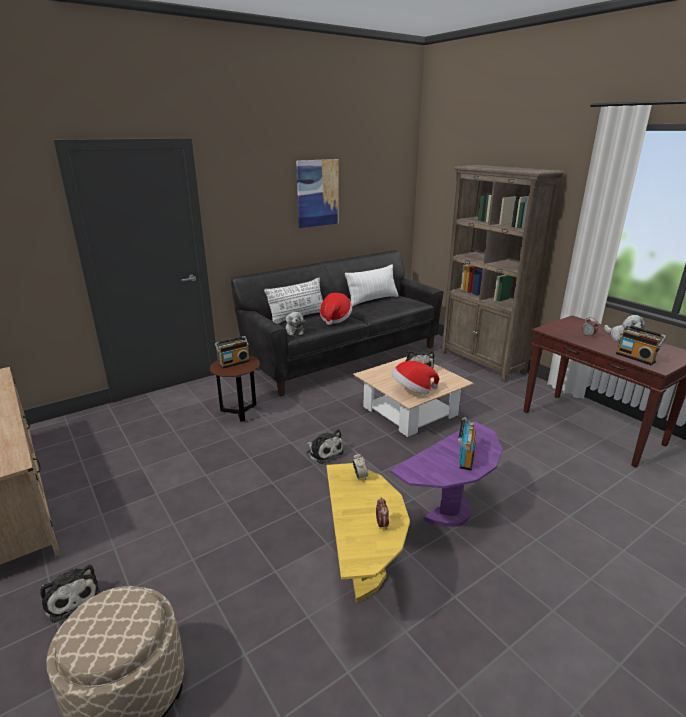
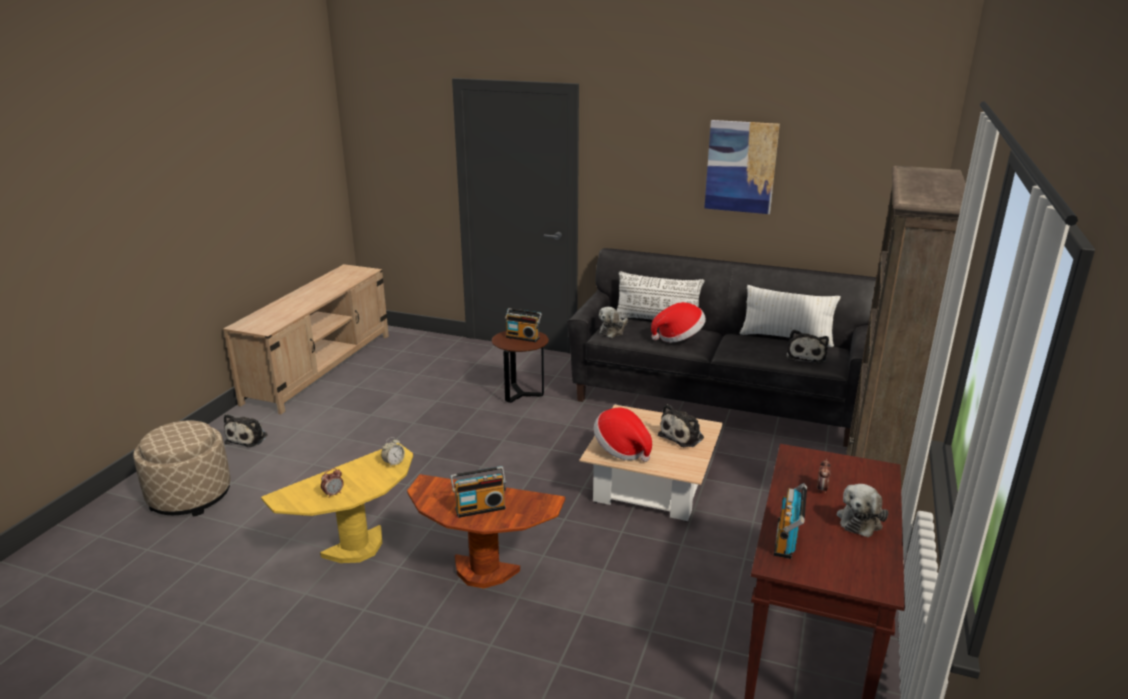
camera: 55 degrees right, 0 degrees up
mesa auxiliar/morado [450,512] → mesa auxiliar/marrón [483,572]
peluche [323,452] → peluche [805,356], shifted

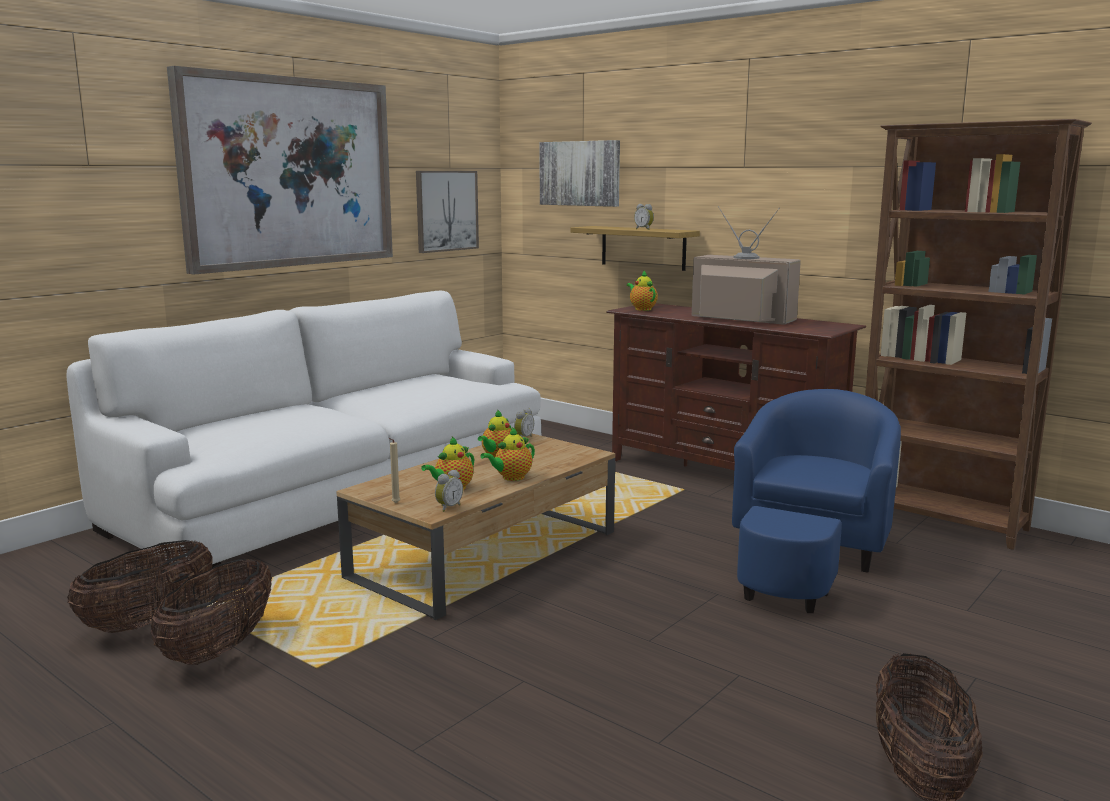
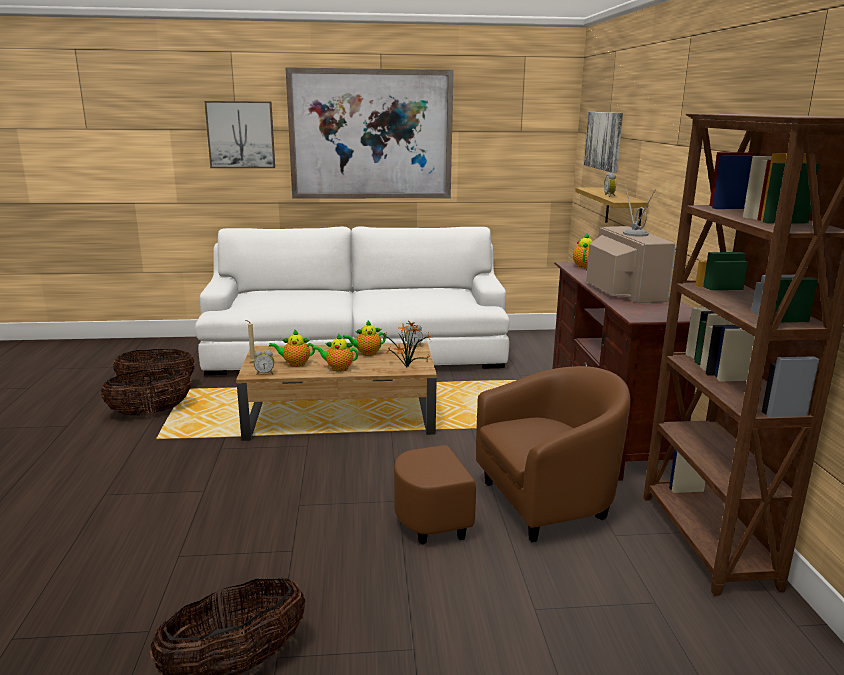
camera: 45 degrees right, 5 degrees up
cuadro [446,211] → cuadro [241,135], shifted
sillón/azul [808,554] → sillón/marrón [520,508]
- → planta en maceta [405,367]

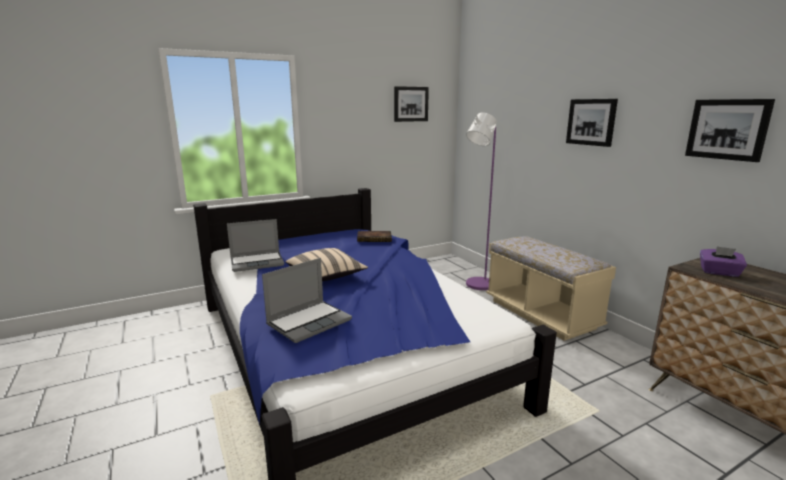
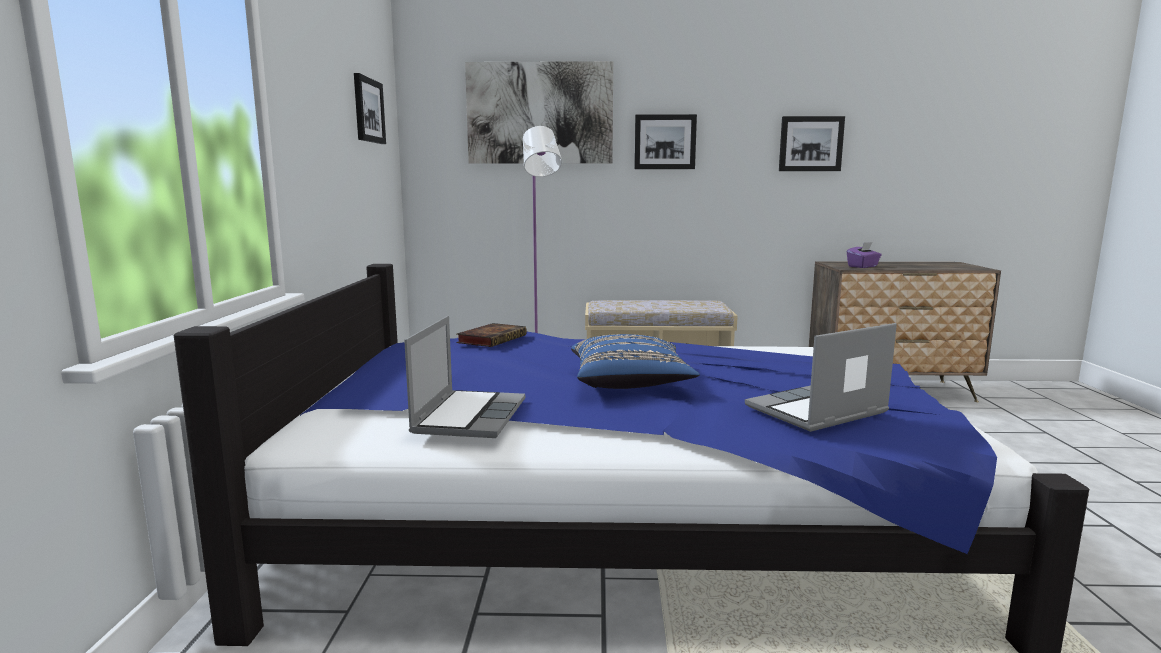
camera: 60 degrees left, 5 degrees down
cojín/beis [326,277] → cojín/azul [630,383]
portátil [309,322] → portátil [816,411], 105 degrees counterclockwise
- → cuadro [539,113]

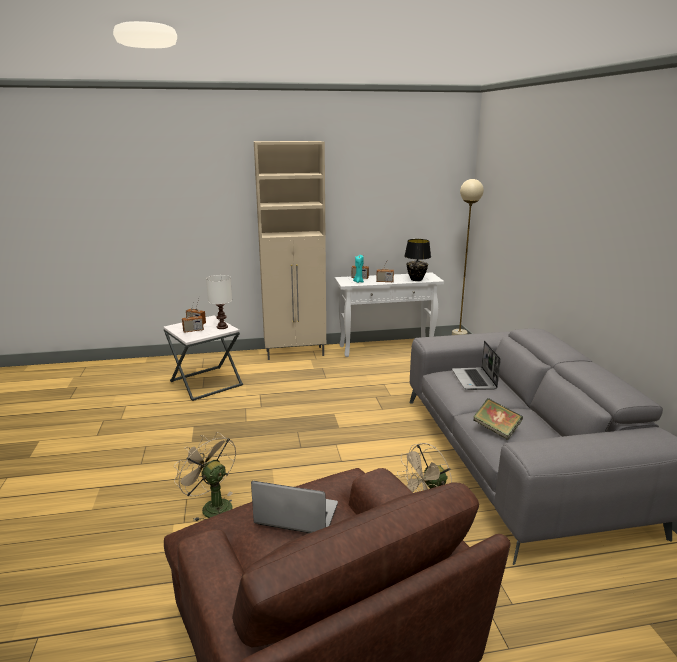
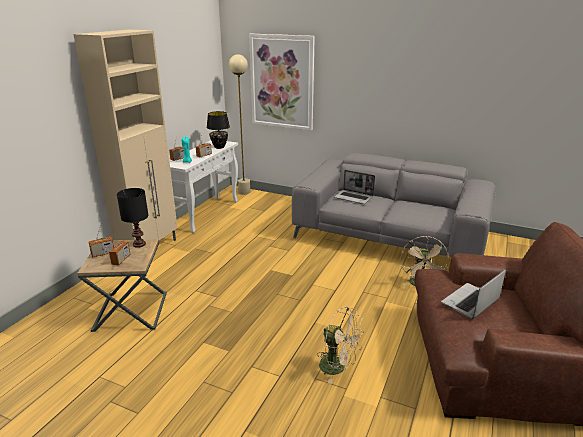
camera: 55 degrees left, 5 degrees up
lámpara de mesa/blanco [222,327] → lámpara de mesa/negro [139,244]
mesa auxiliar/blanco [206,383] → mesa auxiliar/marrón [131,311]
libro [496,430] → -
ventilador/beis [211,507] → ventilador/beis [338,367], 135 degrees counterclockwise
- → cuadro [282,82]

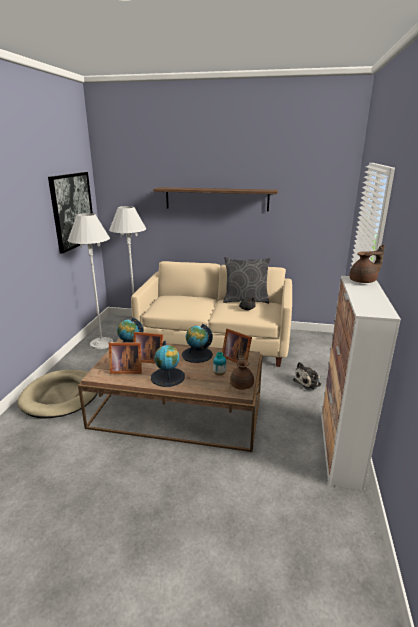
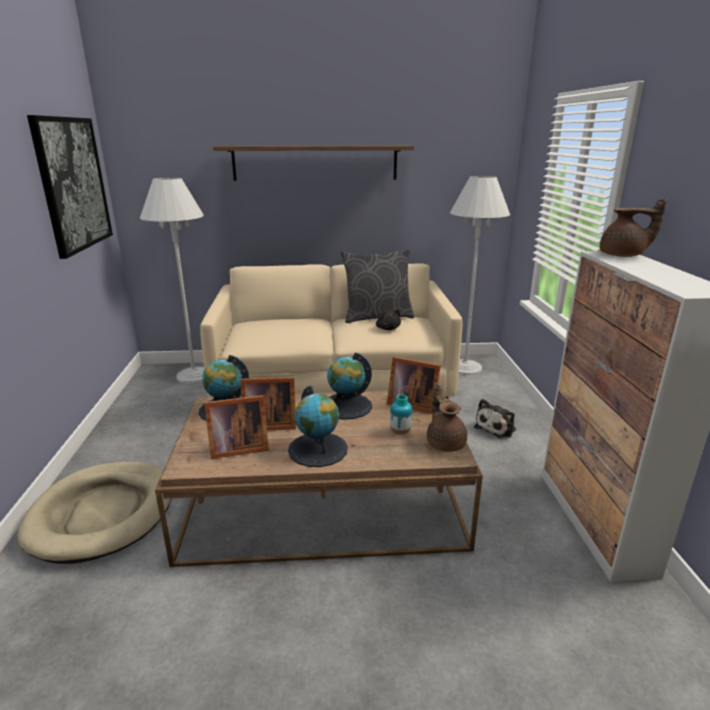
camera: 15 degrees left, 0 degrees up
lámpara de pie/blanco [102,343] → lámpara de pie/blanco [465,368], shifted
tetera/marrón [364,281] → tetera/marrón [623,255], 45 degrees clockwise

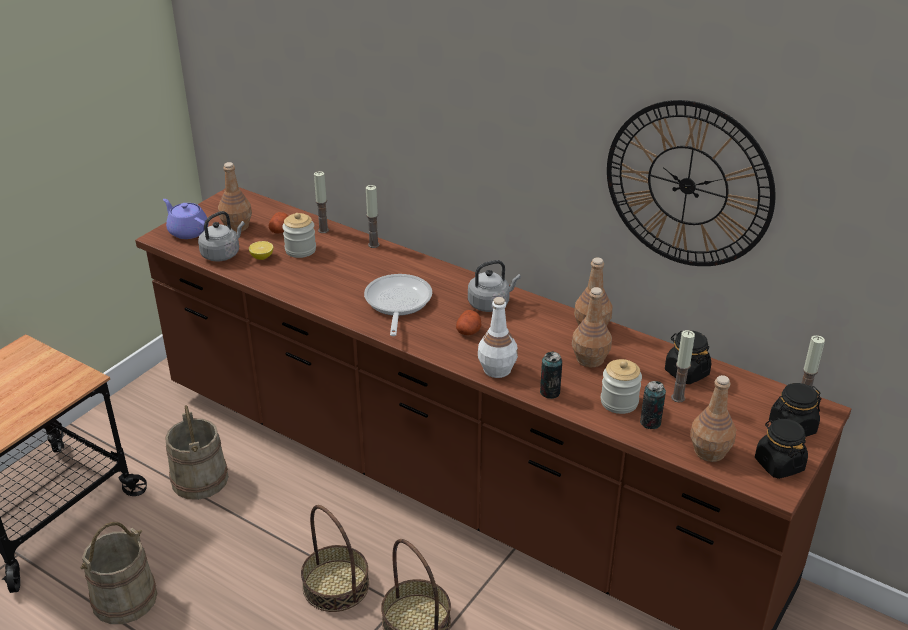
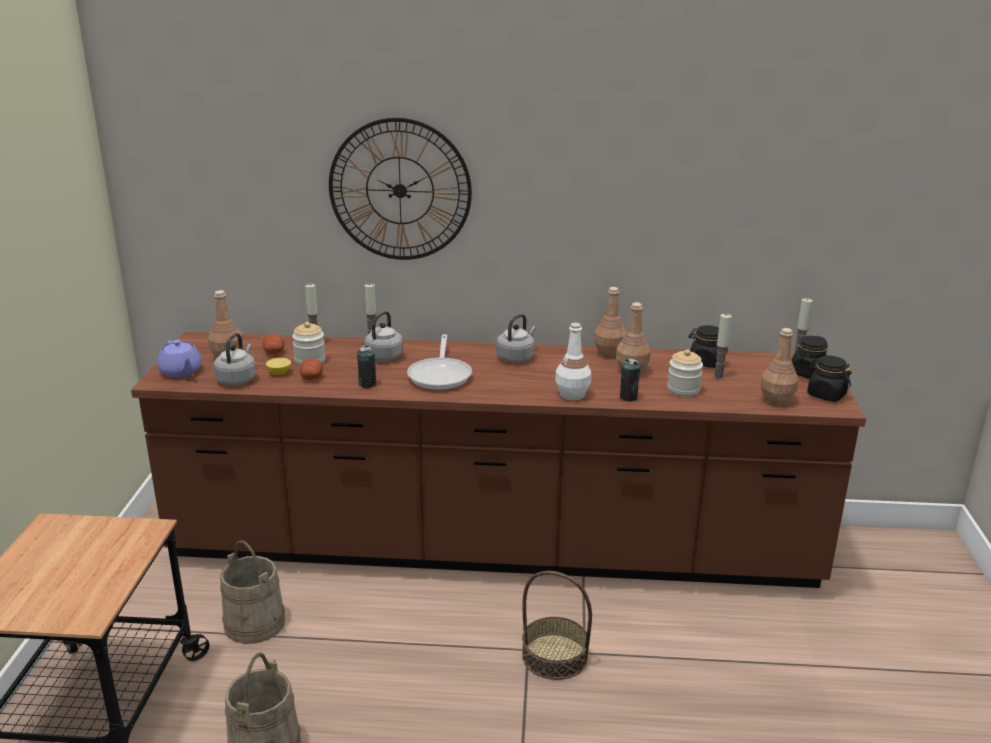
camera: 30 degrees left, 10 degrees down
reloj de pared [687,185] → reloj de pared [400,190], shifted
tetera/morado [188,231] → tetera/morado [181,372], 135 degrees counterclockwise
sartén [397,304] → sartén [441,375], 150 degrees counterclockwise
patata [468,331] → patata [311,377], shifted
lata [650,422] → lata [367,384], shifted
cesta [335,585] → -
- → hervidor/gris [382,358]

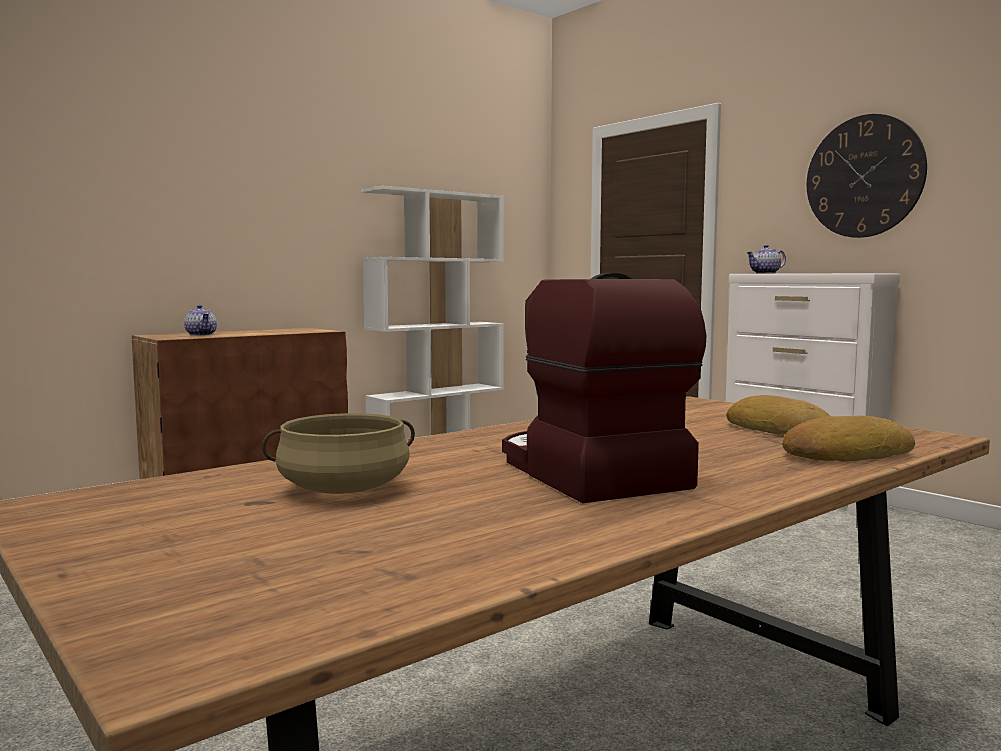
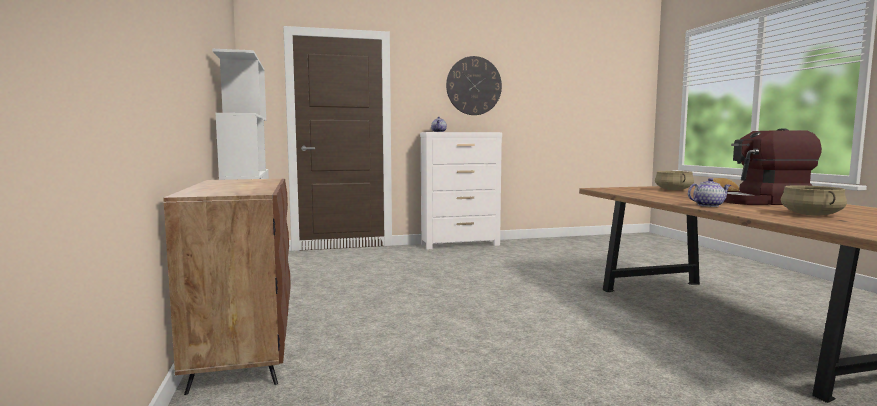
camera: 65 degrees left, 0 degrees up
tetera [201,334] → tetera [708,205], shifted
pan [779,430] → olla/beis [673,190]

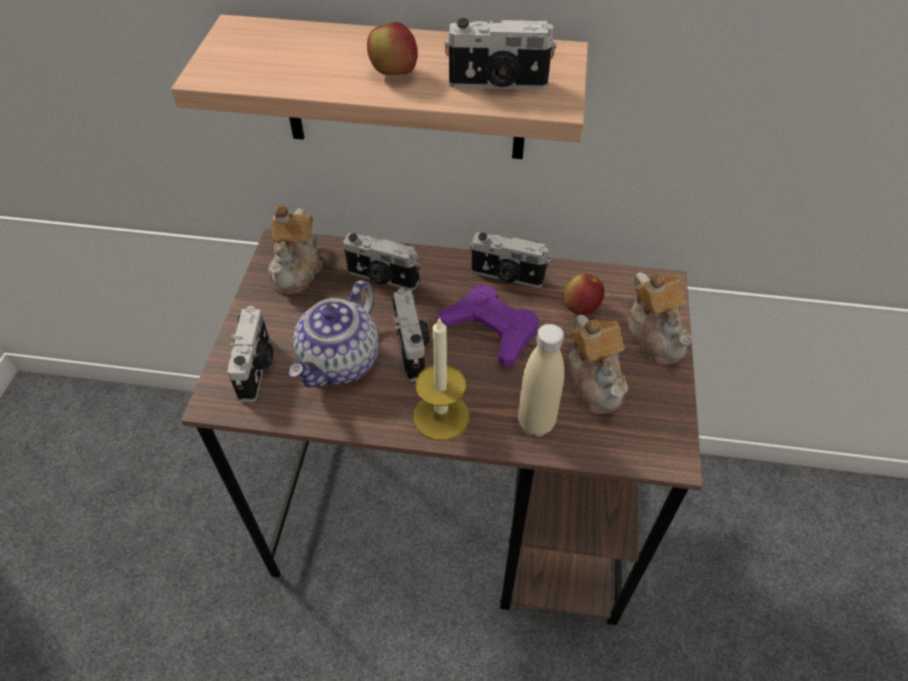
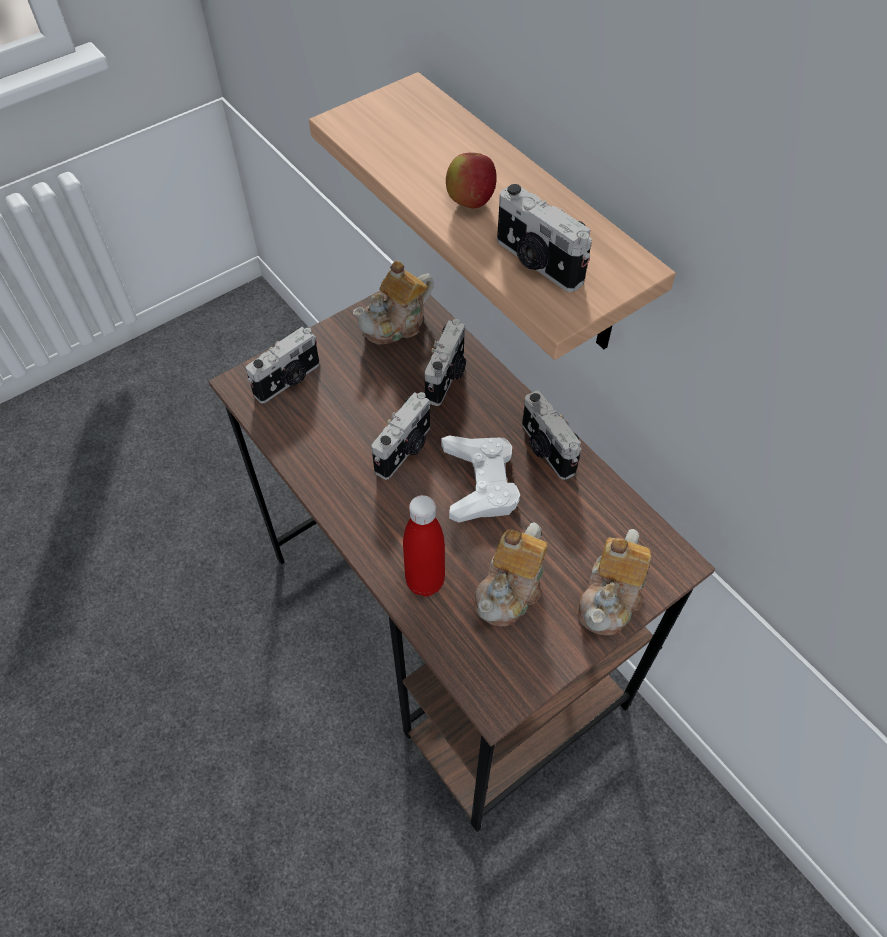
camera: 45 degrees right, 5 degrees up
cámara [382,278] → cámara [447,377], 135 degrees counterclockwise
manzana [581,307] → -
tetera [341,362] → -
mando de consola/morado [491,329] → mando de consola/blanco [480,482]
vela [441,416] → -
botella/beis [536,423] → botella/rojo [425,581]

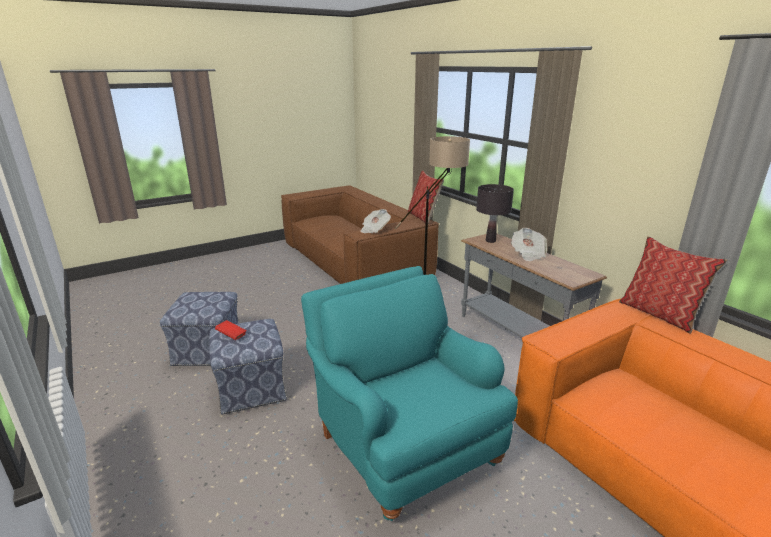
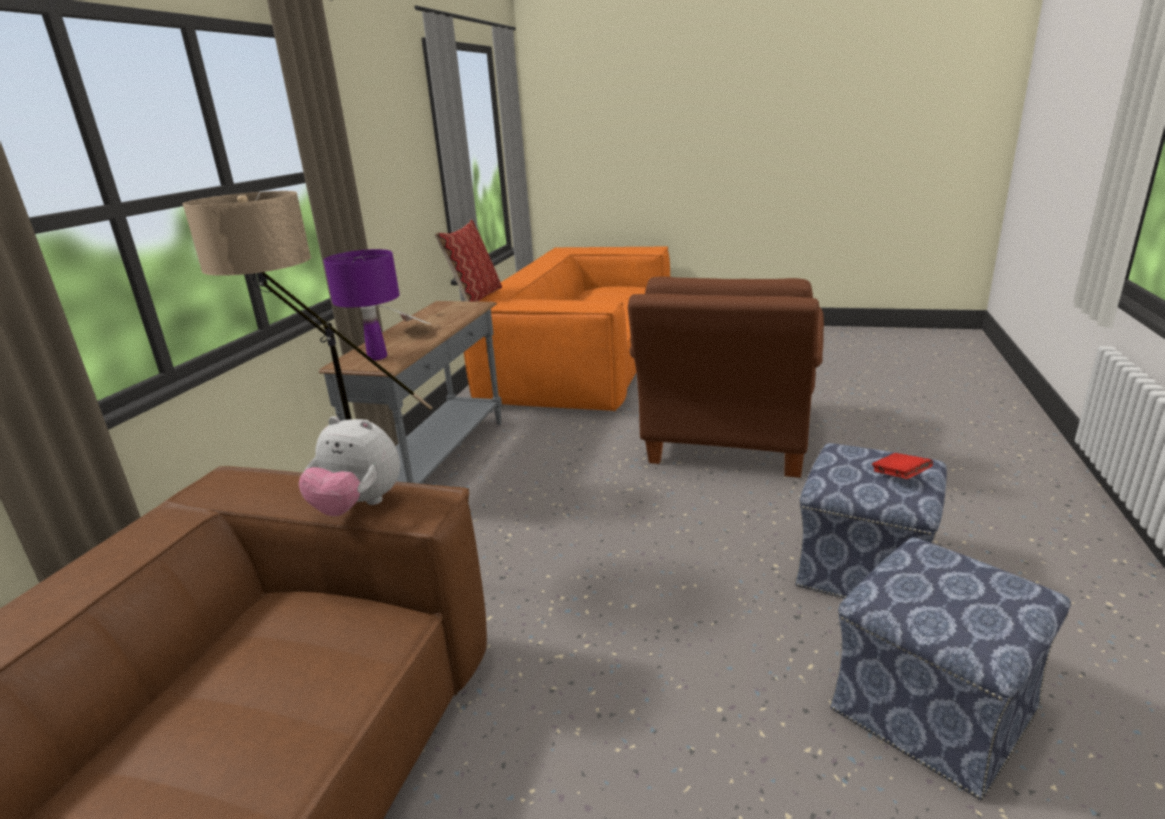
camera: 130 degrees left, 0 degrees up
cojín [423,217] → -
lámpara de mesa/negro [490,241] → lámpara de mesa/morado [377,357]
periódico [374,229] → peluche [358,506]
sillón/turquesa [403,443] → sillón/marrón [727,443]

